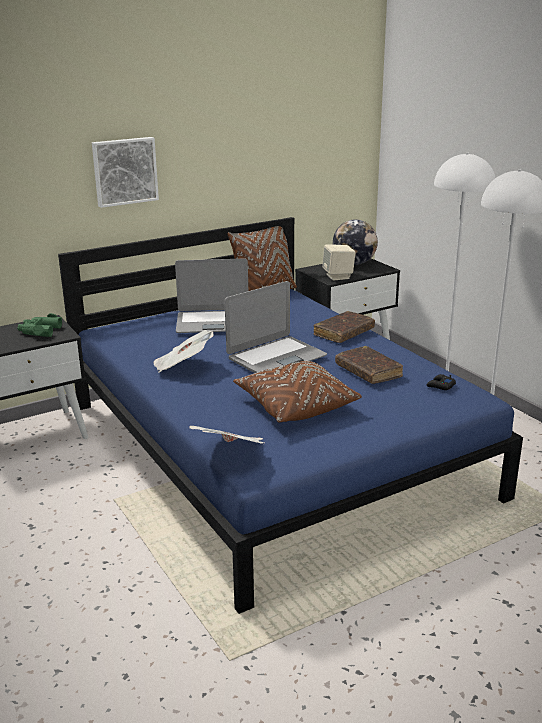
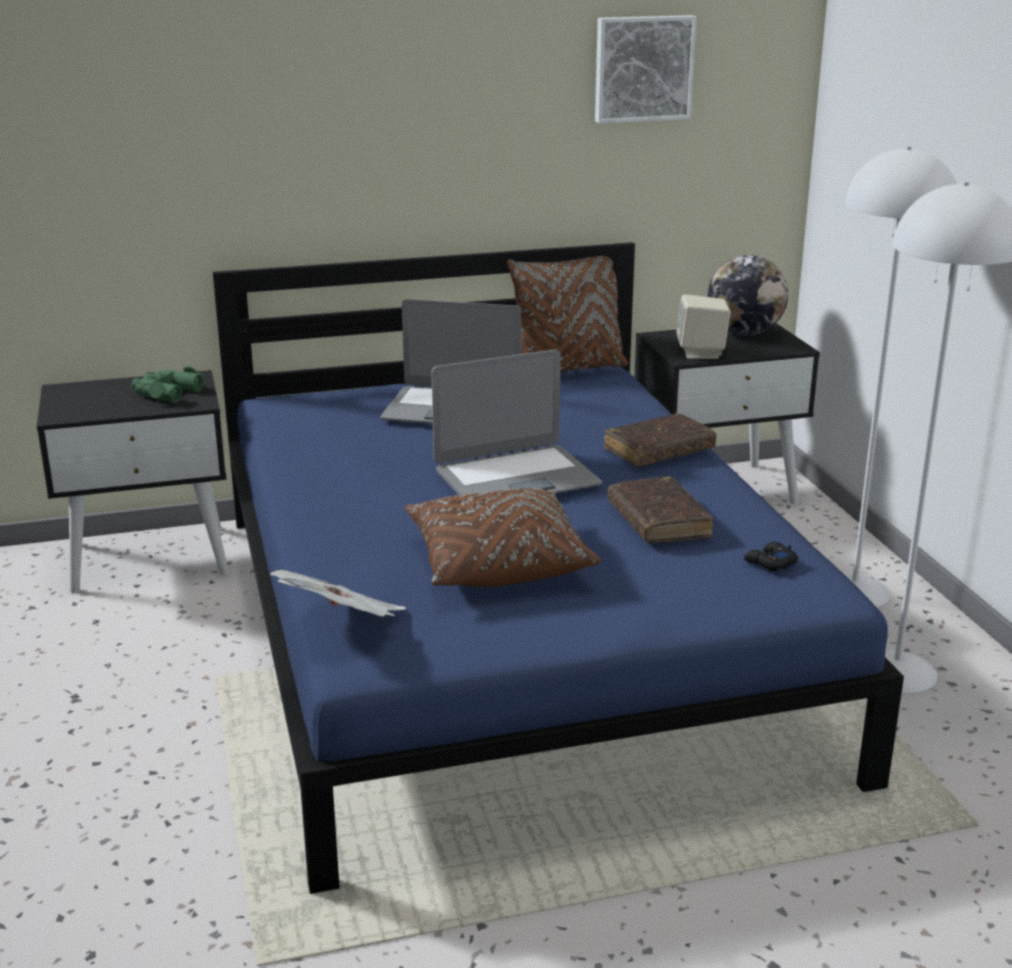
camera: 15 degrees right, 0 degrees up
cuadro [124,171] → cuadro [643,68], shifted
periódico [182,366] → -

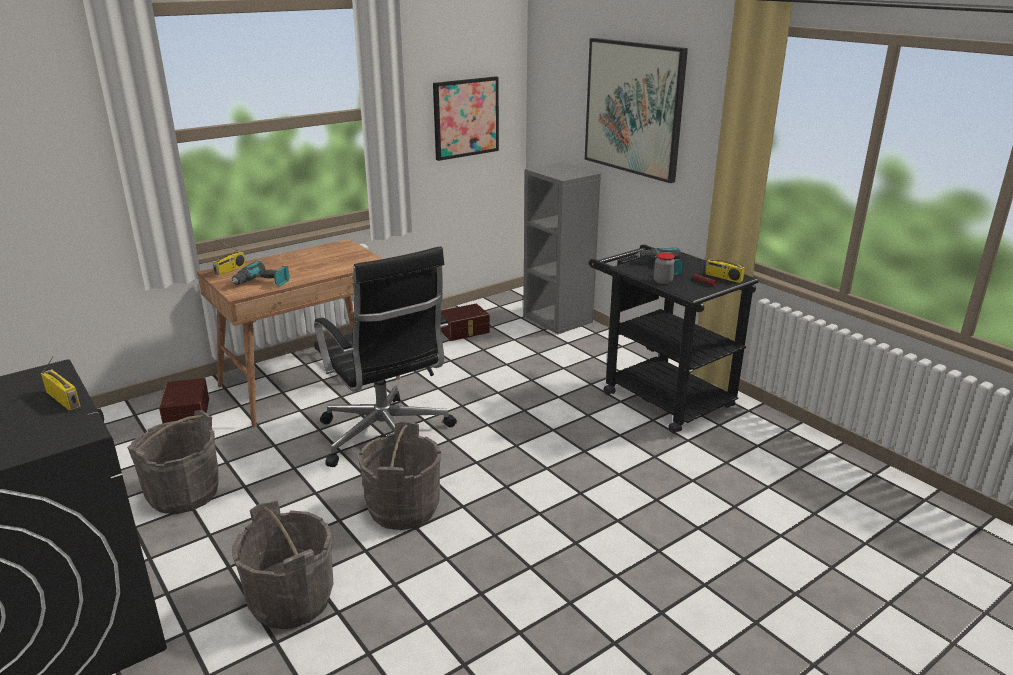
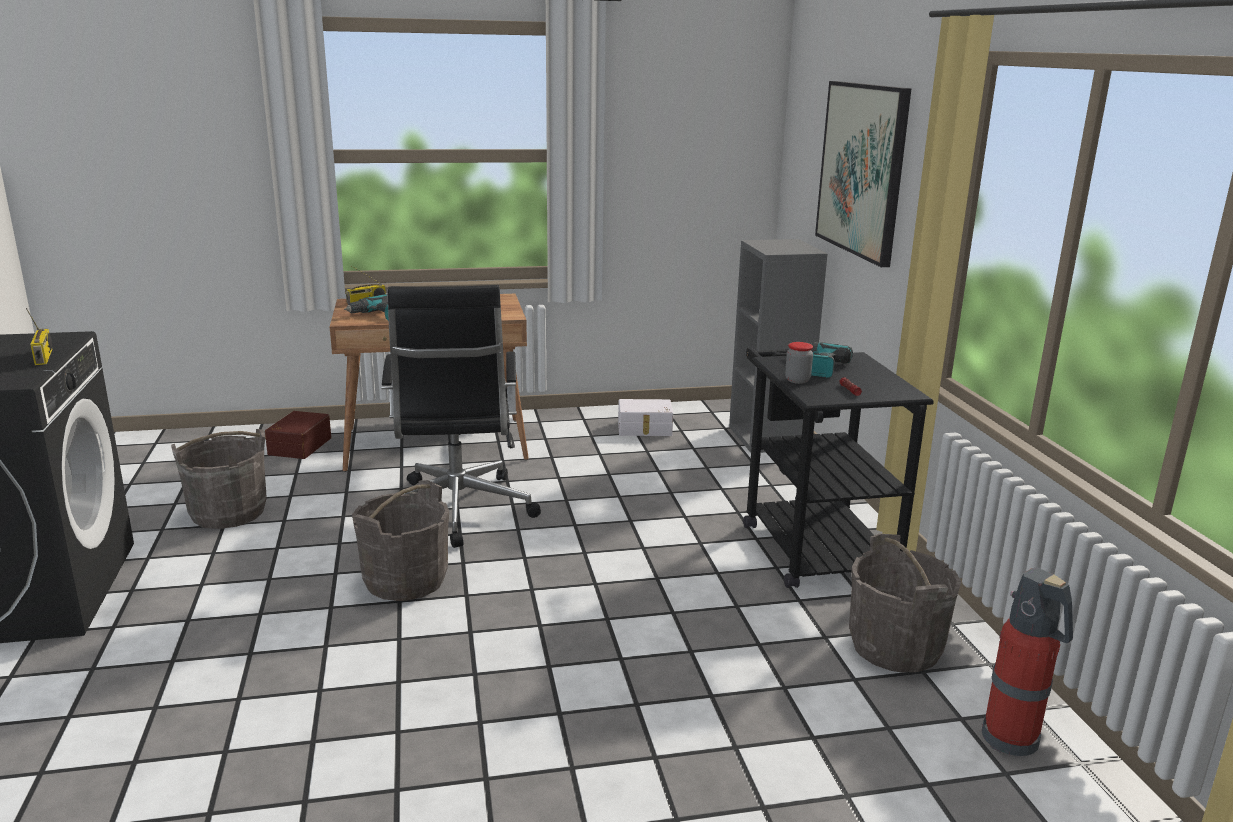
camera: 25 degrees right, 5 degrees down
cuadro [465,117] → -
radio [722,277] → -
caja de almacenaje/marrón [464,331] → caja de almacenaje/blanco [645,429]
cubo/gris [292,600] → cubo/gris [895,647], shifted
- → extintor [1012,739]

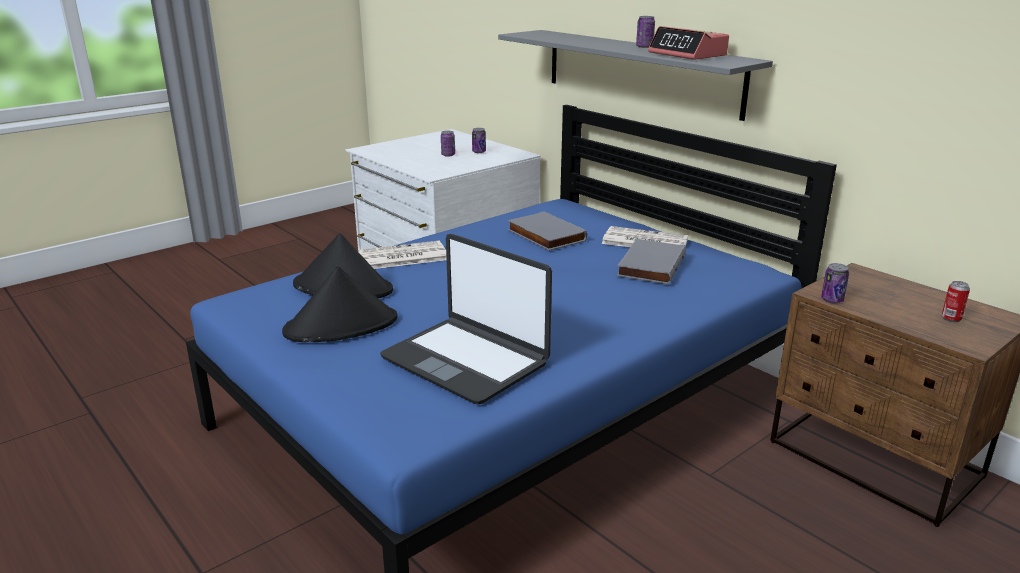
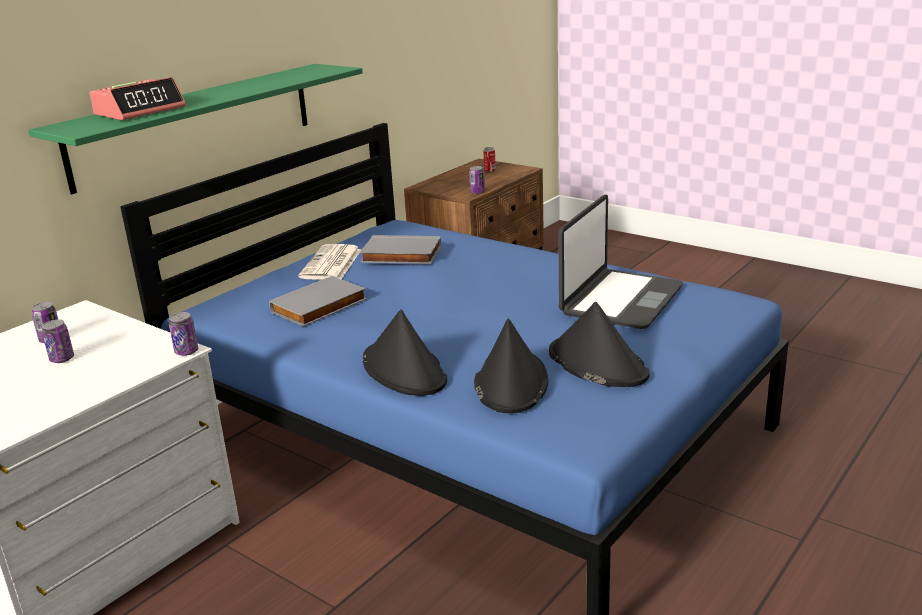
camera: 100 degrees left, 0 degrees up
lata [644,47] → lata [186,352], shifted
despertador [687,54] → despertador [140,111], shifted
estante/gris [640,71] → estante/verde [196,124]
periódico [402,257] → sombrero/negro [404,370]

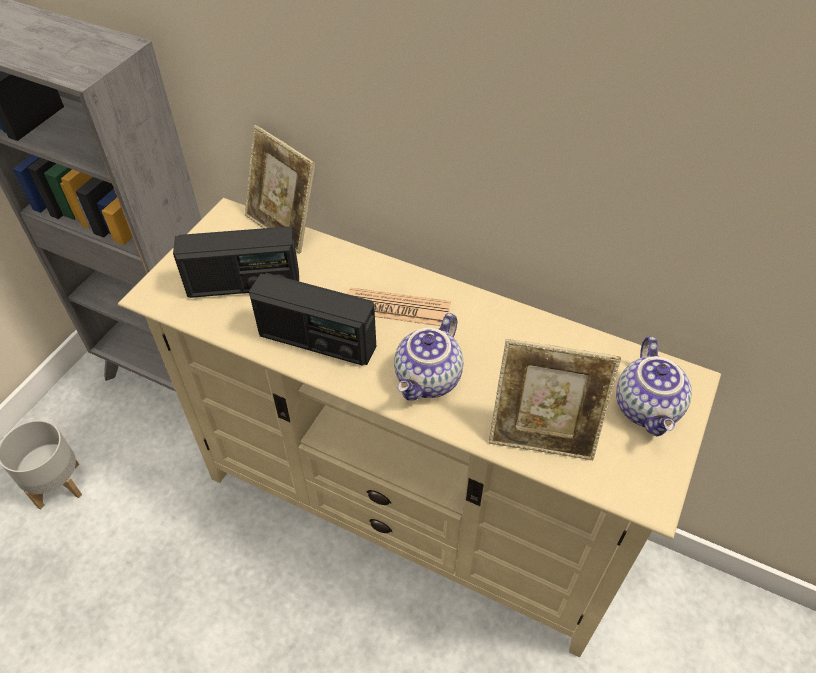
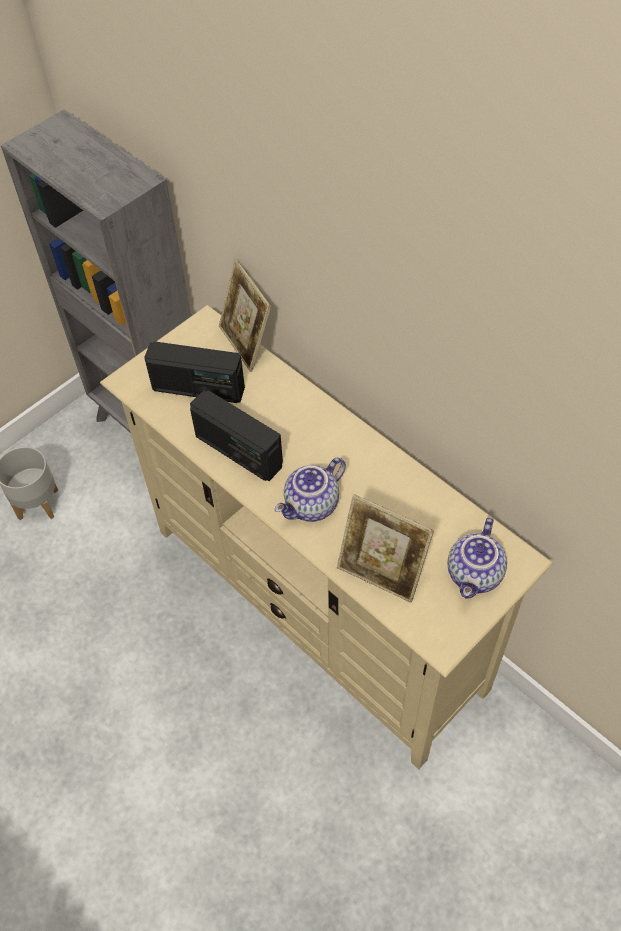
camera: 20 degrees right, 5 degrees up
periódico [397,308] → -

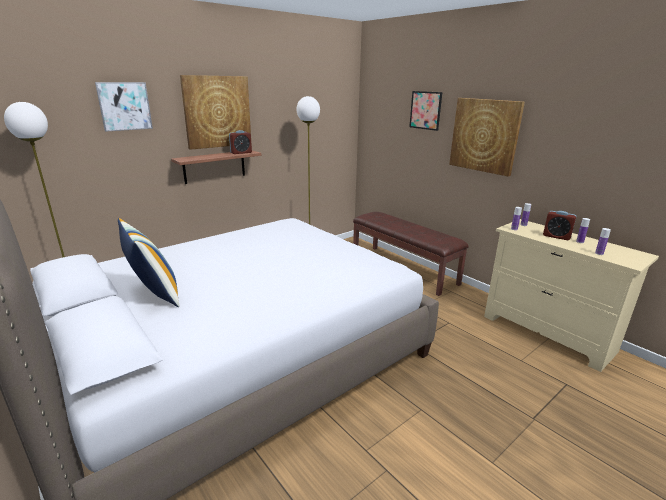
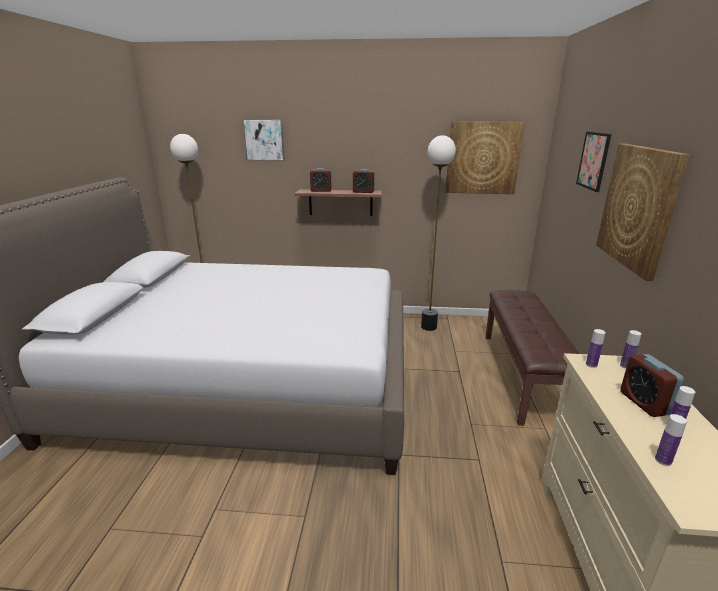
camera: 45 degrees right, 0 degrees up
cuadro [217,112] → cuadro [483,158], shifted
cojín [154,294] → -
- → despertador [321,191]

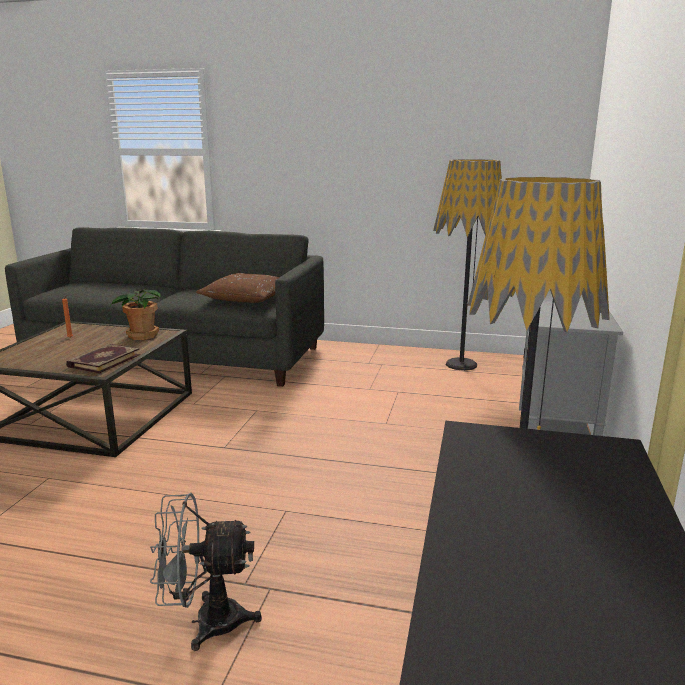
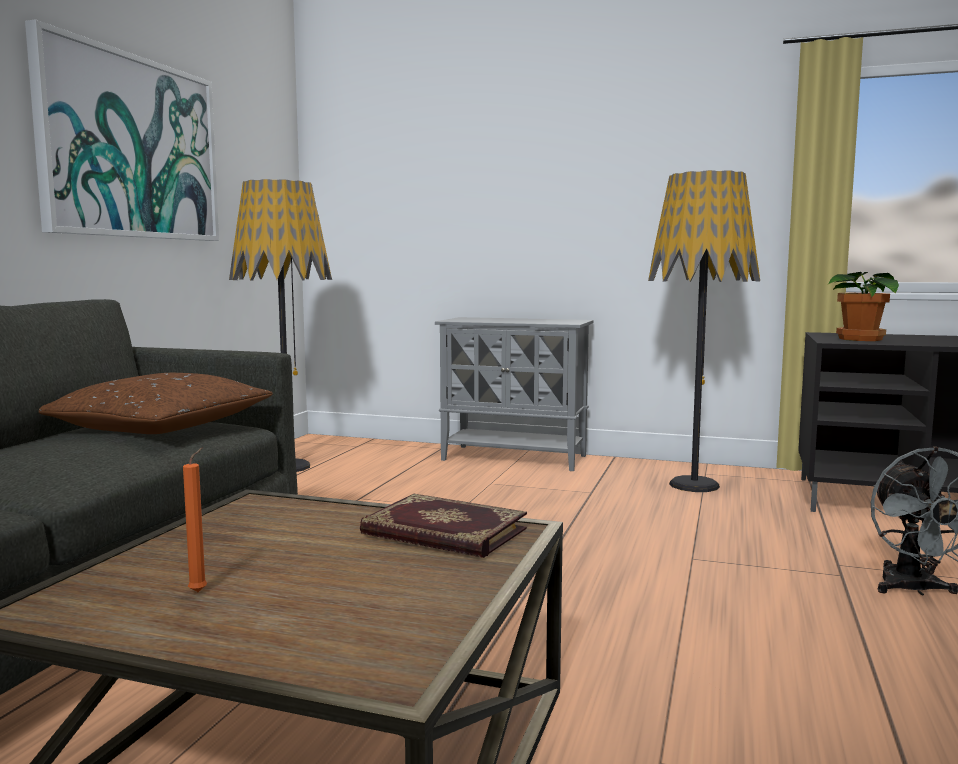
camera: 85 degrees left, 10 degrees down
planta en maceta [142,336] → planta en maceta [860,339], shifted
- → cuadro [132,148]

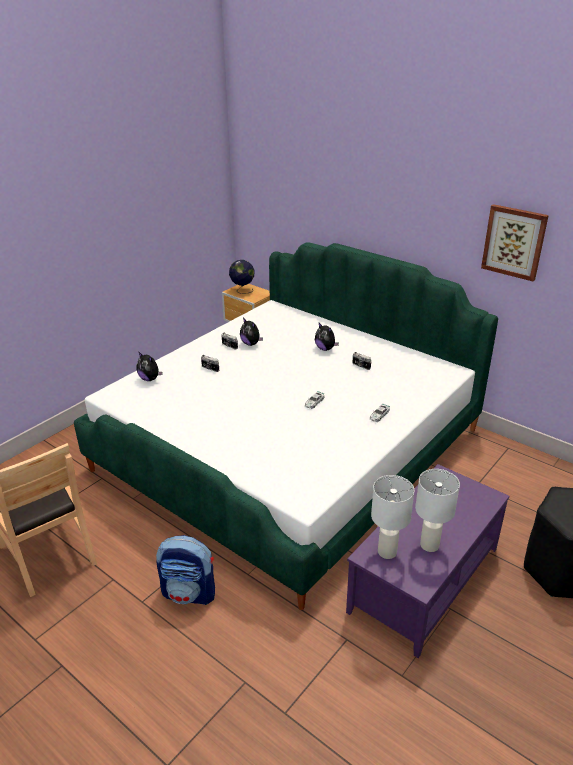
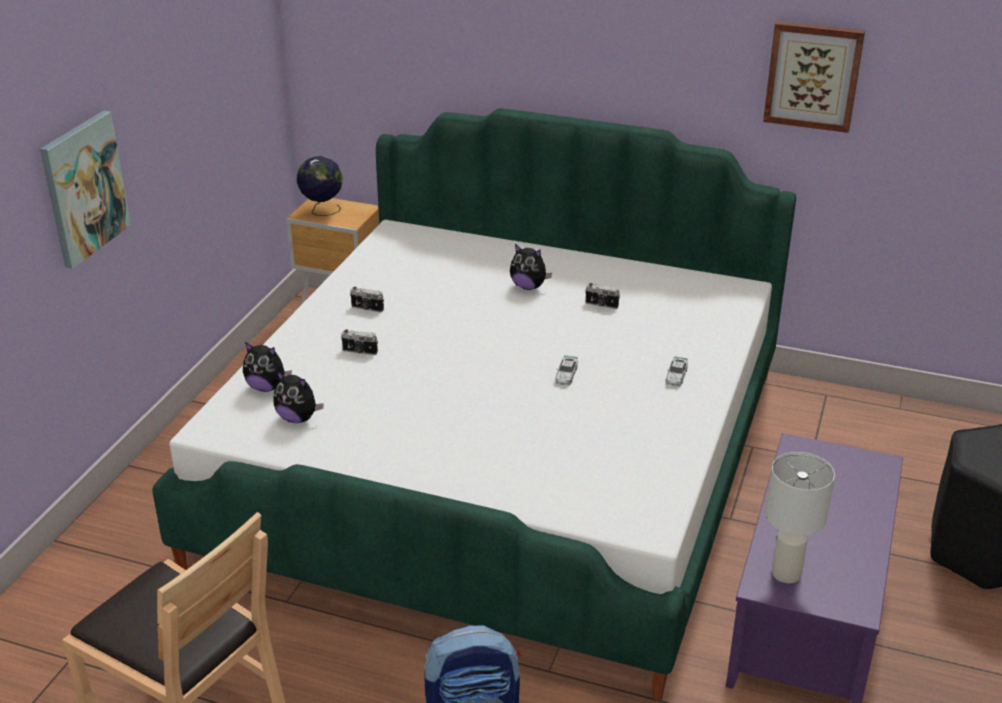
camera: 20 degrees left, 0 degrees up
peluche [251,344] → peluche [298,418], shifted
lámpara de mesa/blanco [429,544] → -
- → cuadro [84,188]

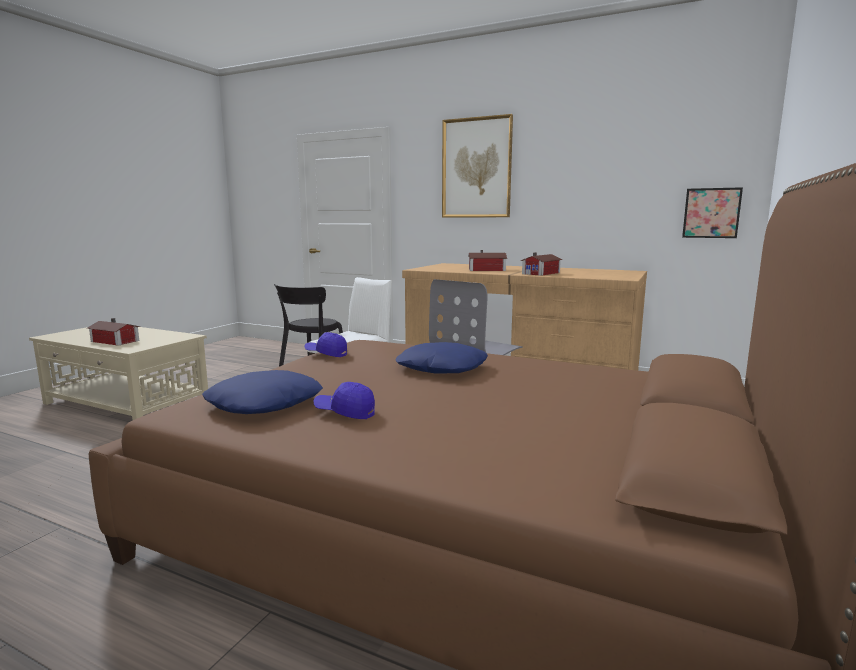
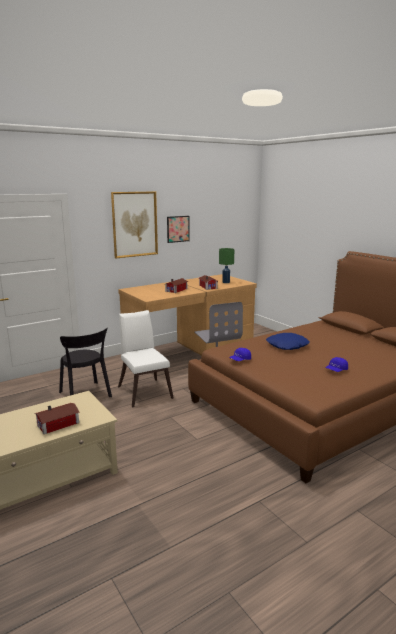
camera: 60 degrees left, 5 degrees up
cuadro [711,213] → cuadro [178,229], shifted
cojín/azul [264,403] → -
- → lámpara de mesa/verde [226,282]

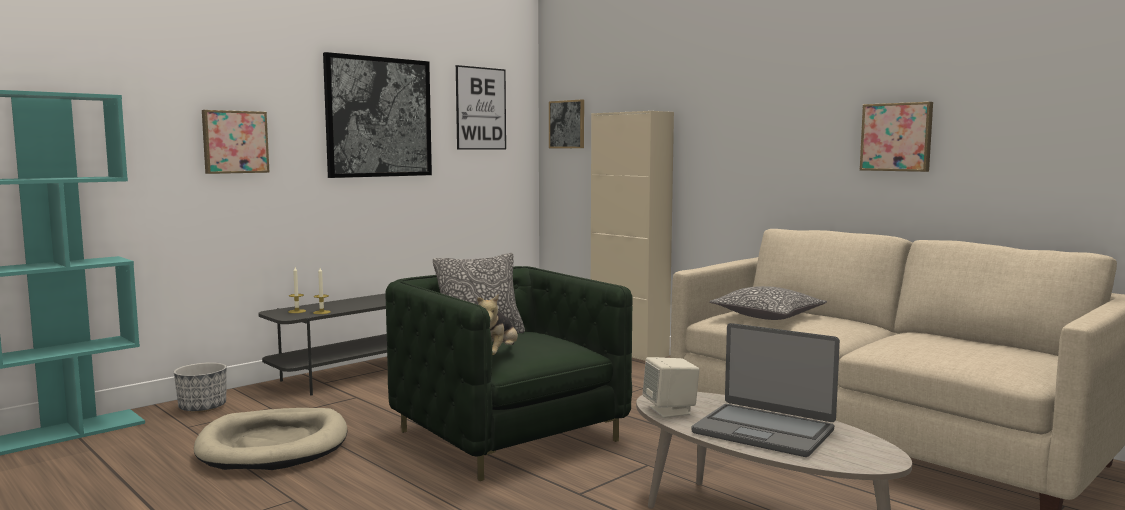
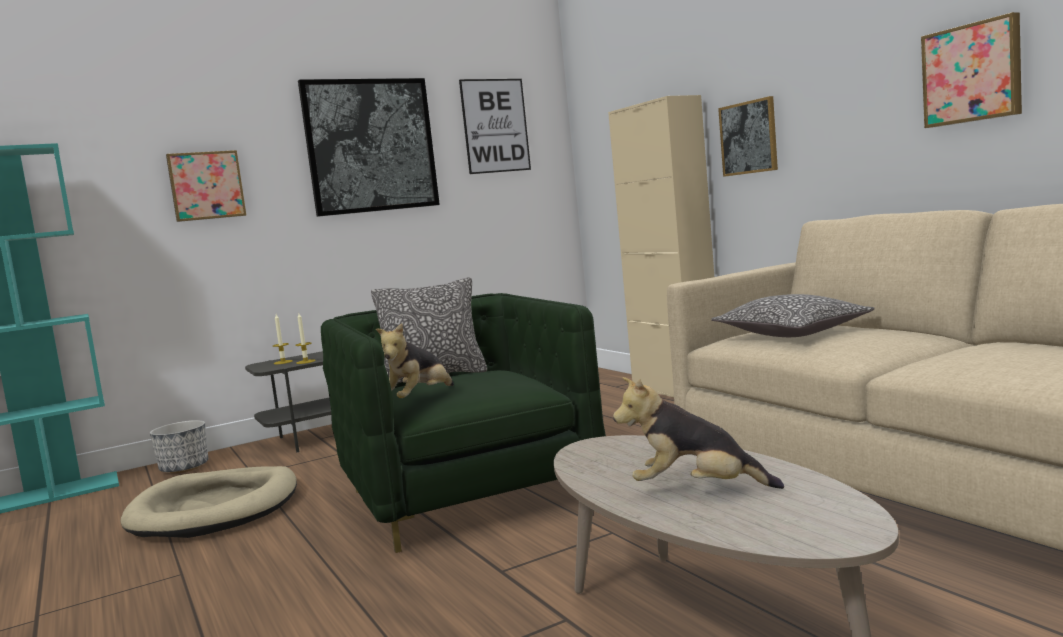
camera: 15 degrees right, 0 degrees up
cuadro [567,124] → cuadro [749,137], shifted
portátil [764,431] → peluche [696,490]
altavoz/beis [670,411] → -

